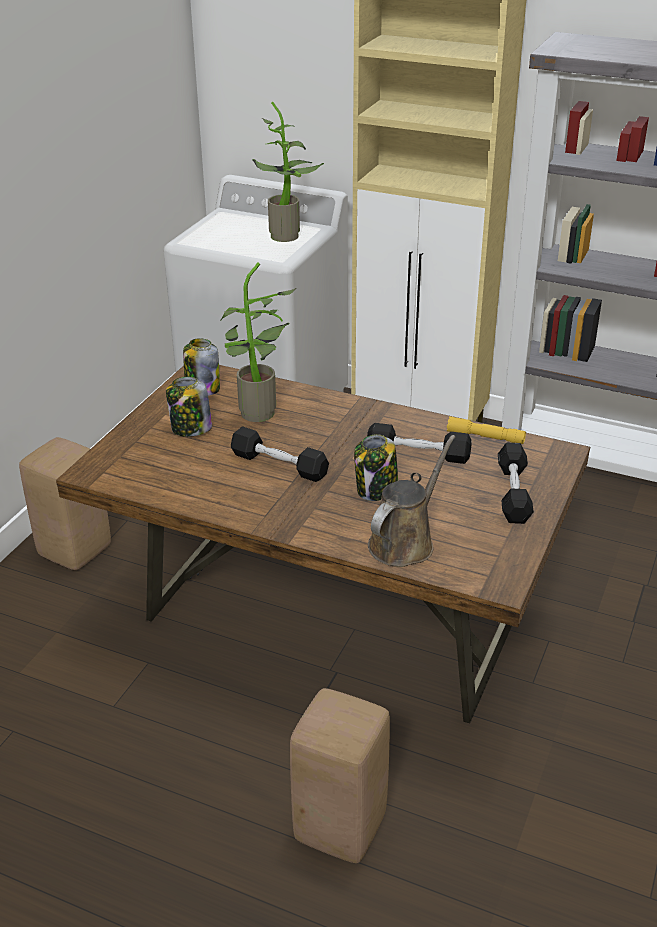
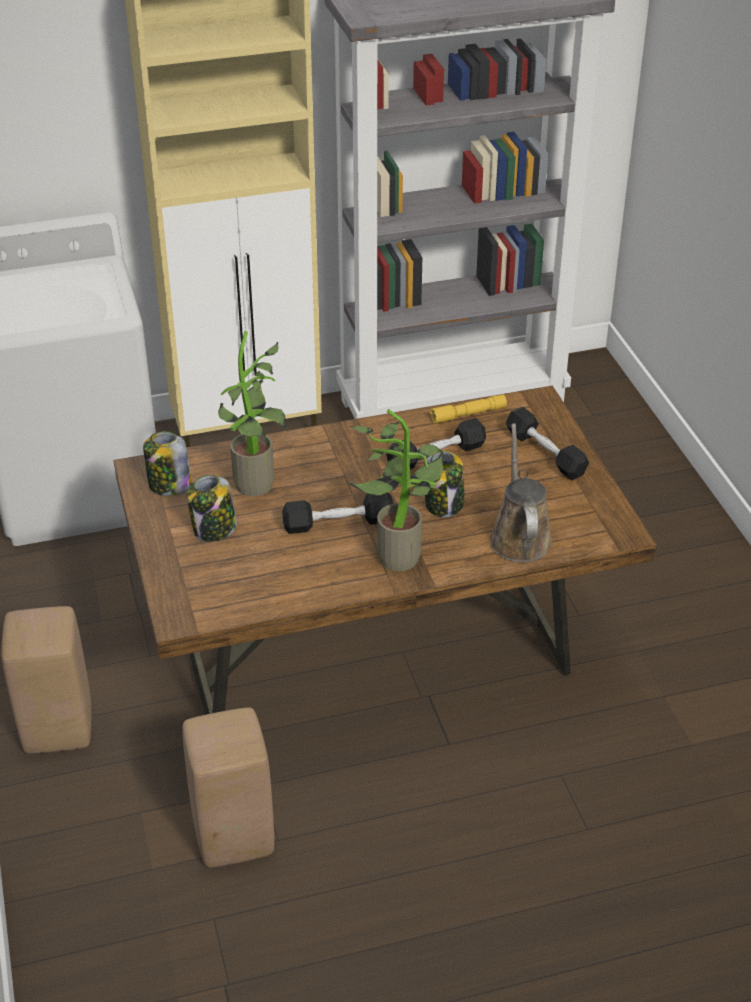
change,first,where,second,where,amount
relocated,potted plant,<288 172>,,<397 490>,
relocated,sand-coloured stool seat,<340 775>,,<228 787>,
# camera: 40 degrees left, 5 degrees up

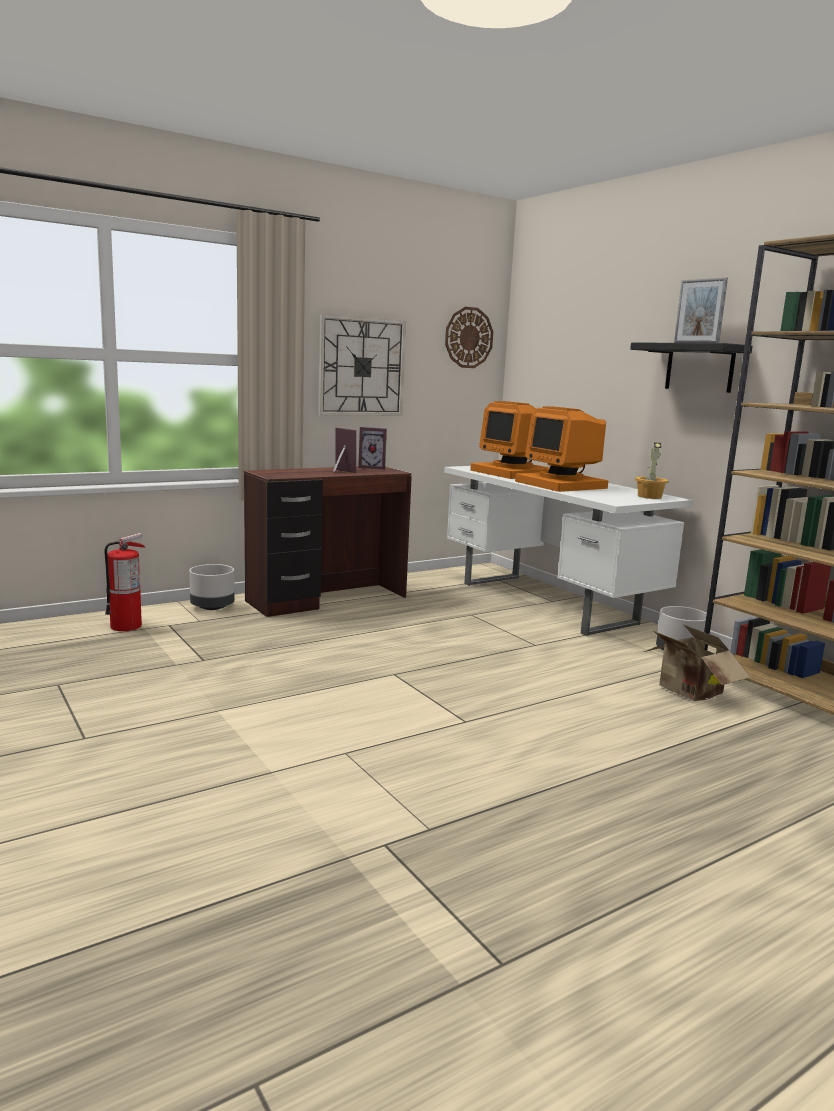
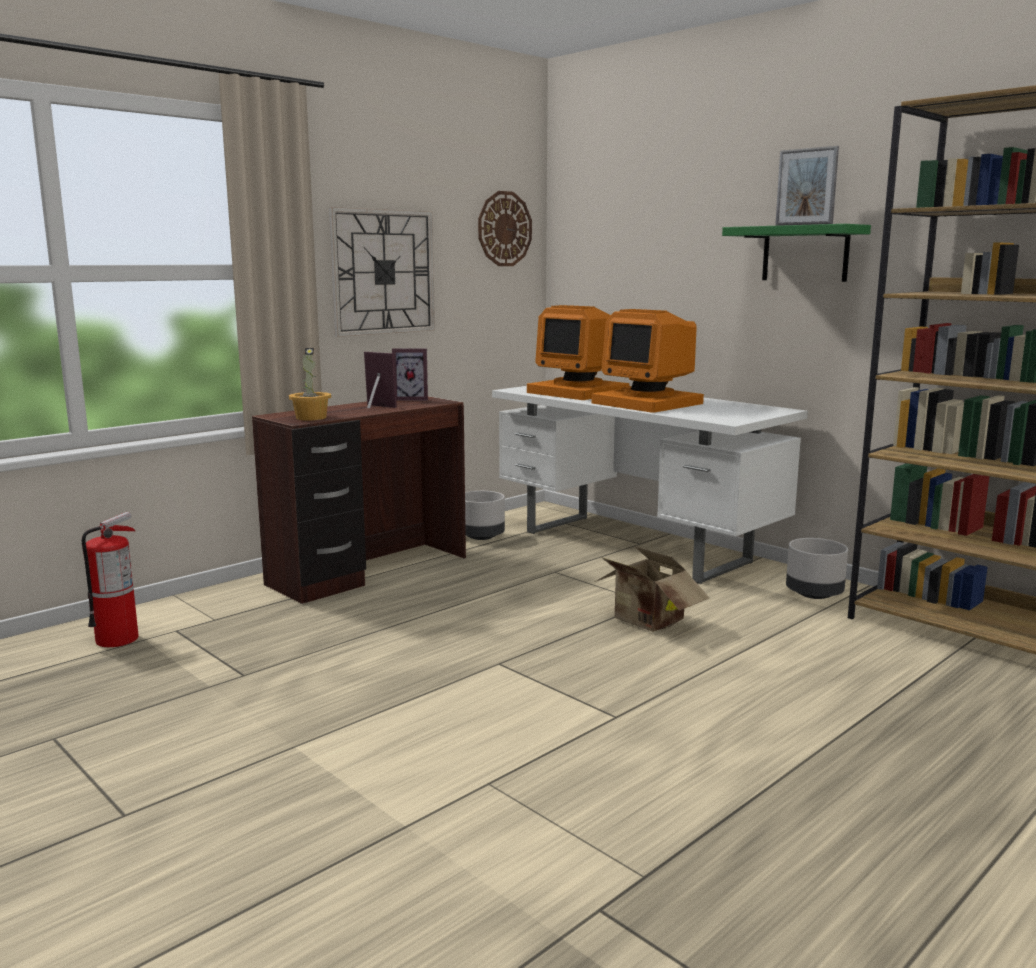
change,first,where,second,where,amount
colour,black shelf,<691 367>,green-coloured shelf,<796 253>,
relocated,potted plant,<652 470>,,<310 384>,
relocated,gray plant pot,<212 587>,,<485 515>,
relocated,carton,<697 662>,,<652 589>,
# camera: 10 degrees left, 0 degrees up

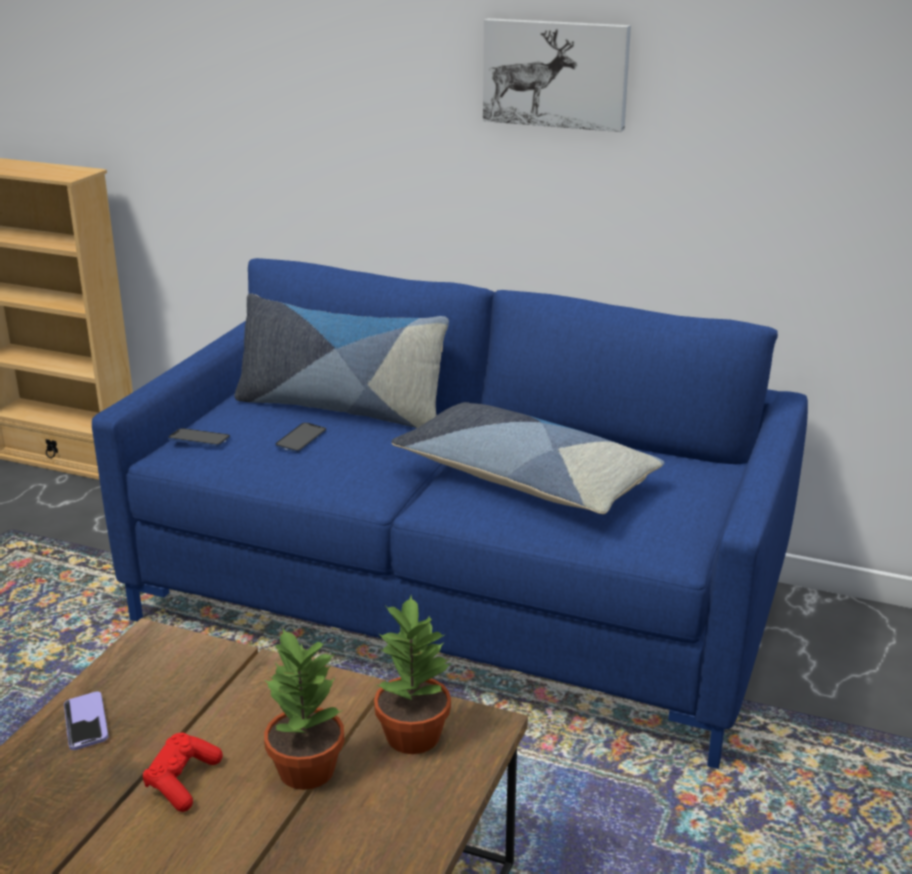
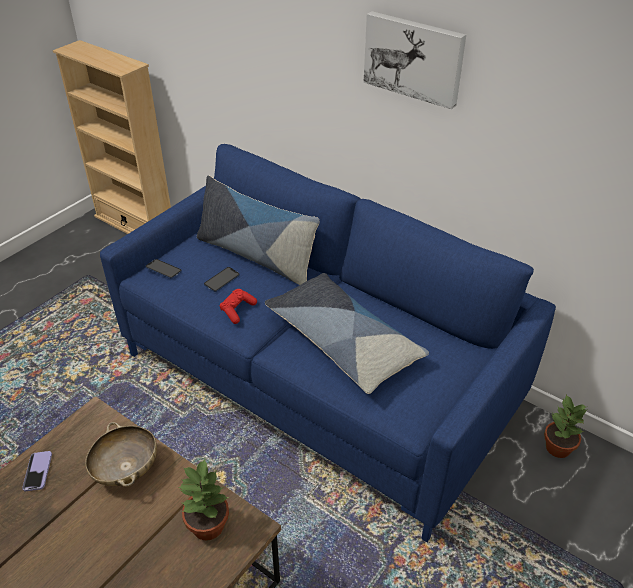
change,first,where,second,where,amount
relocated,potted plant,<304 708>,,<566 426>,
relocated,reddish gamepad,<183 772>,,<238 306>,
appeared,,,sand-coloured deep dish,<121 454>,
# camera: 15 degrees right, 15 degrees up

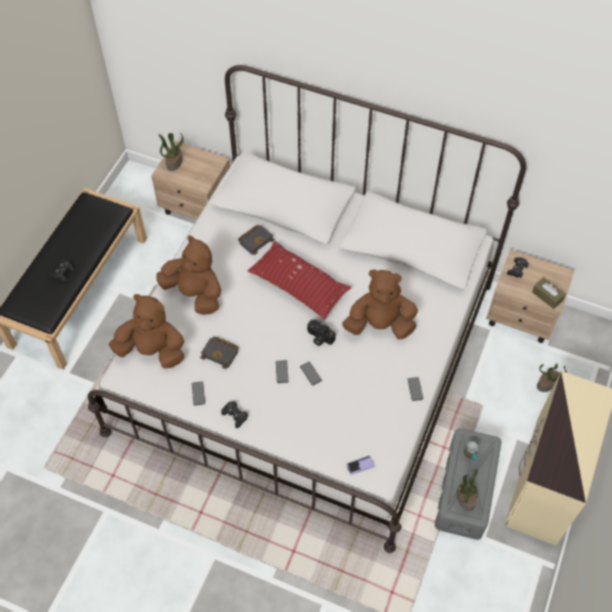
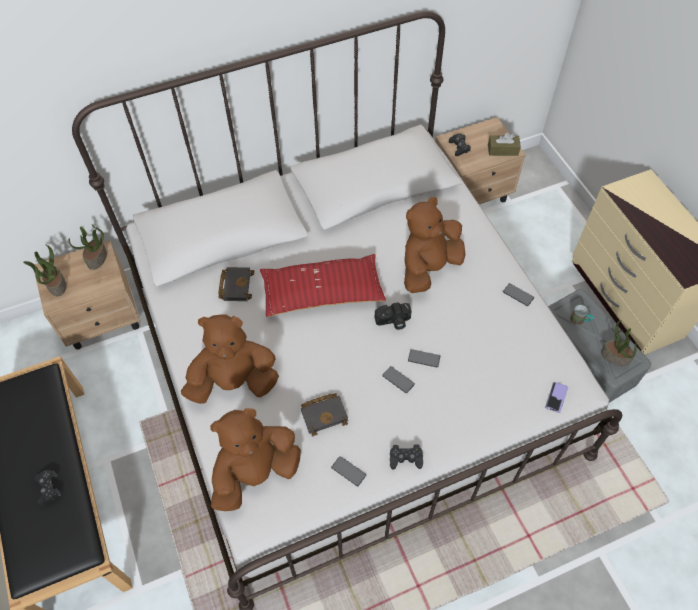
change,first,where,second,where,amount
relocated,potted plant,<552 377>,,<88 247>,
# camera: 45 degrees left, 0 degrees up

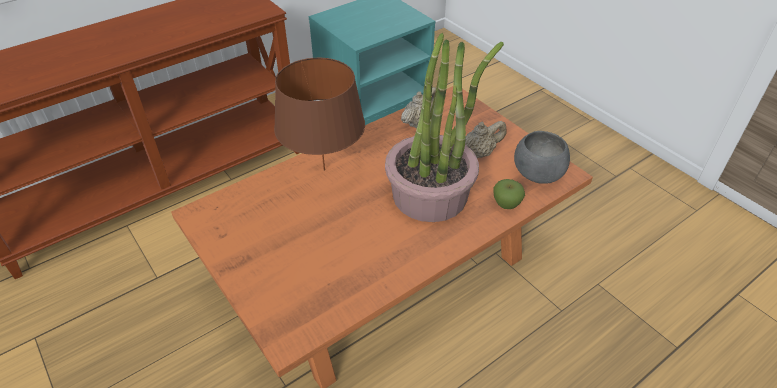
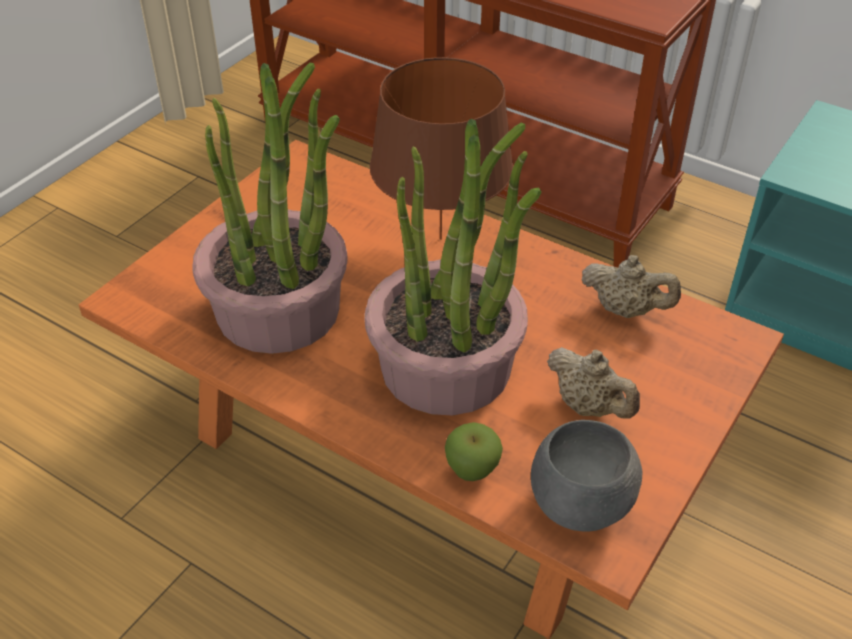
change,first,where,second,where,amount
appeared,,,potted plant,<270 208>,
# camera: 70 degrees right, 0 degrees up

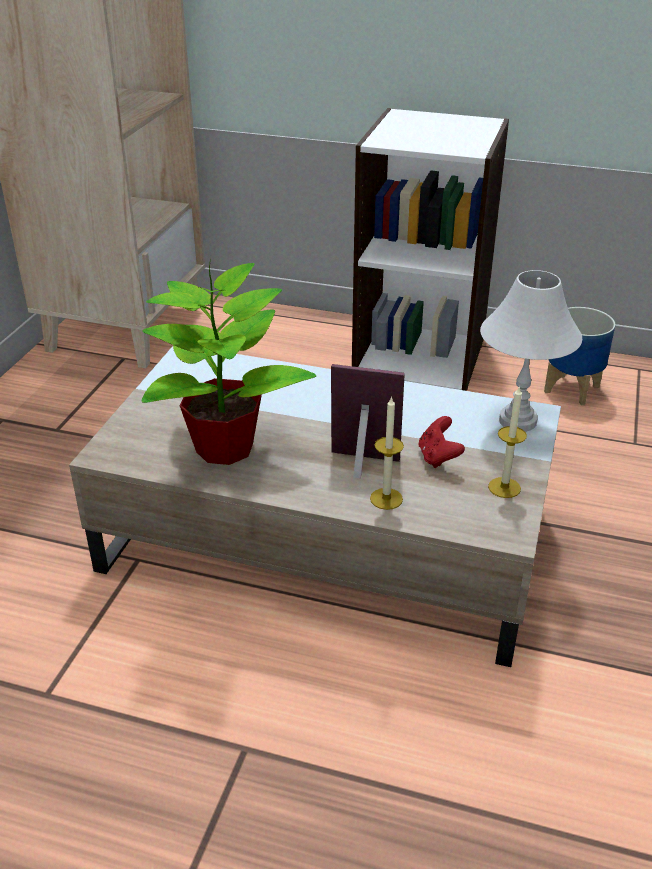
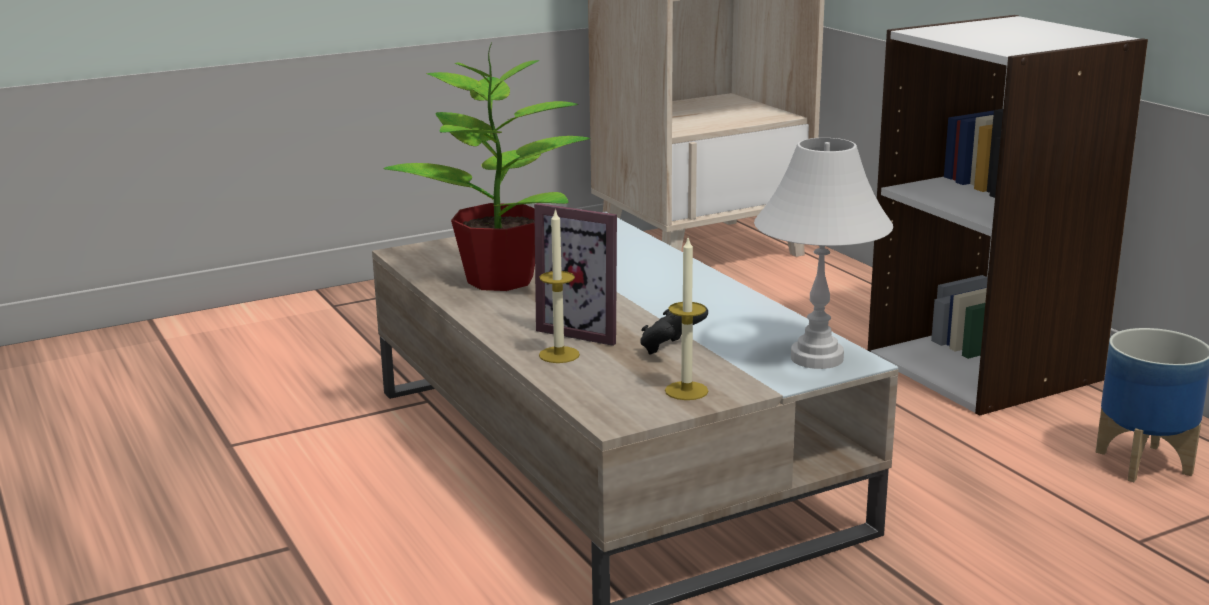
change,first,where,second,where,amount
spun,standing frame,<368 421>,,<575 274>,150 degrees clockwise
colour,reddish gamepad,<442 442>,black gamepad,<674 331>,
# camera: 45 degrees right, 15 degrees down

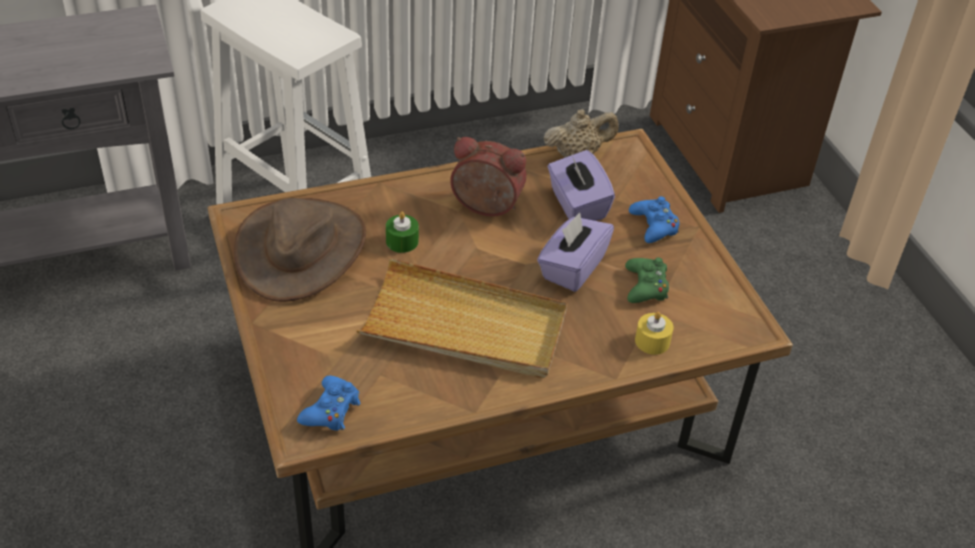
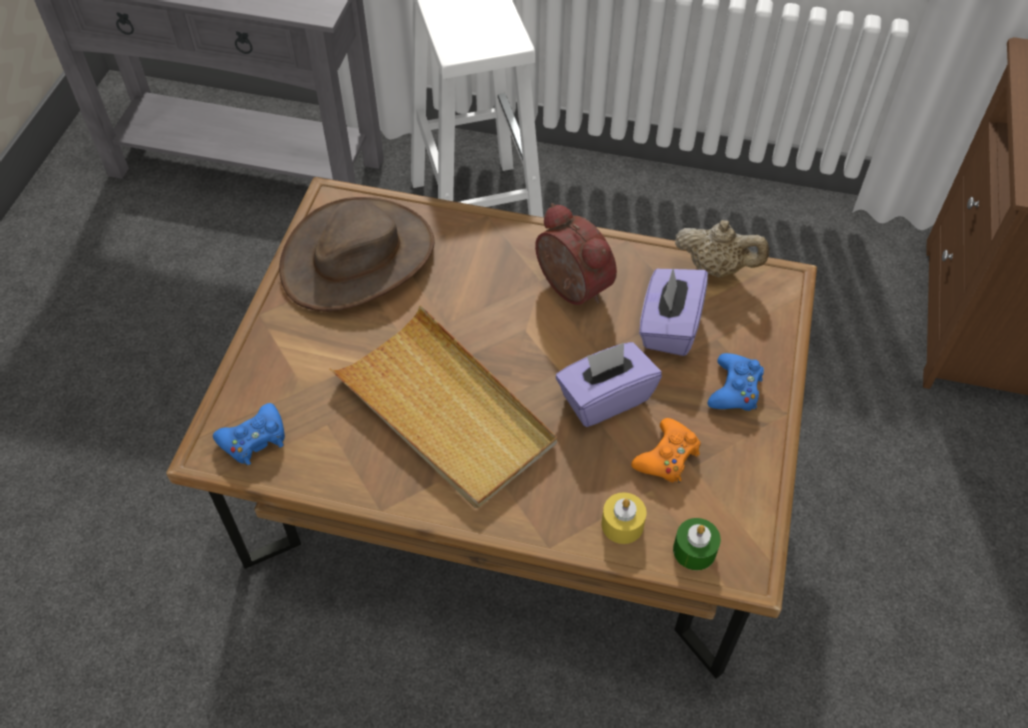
change,first,where,second,where,amount
relocated,green-coloured wax light,<402 232>,,<697 544>,
colour,green-coloured gamepad,<647 280>,orange gamepad,<666 450>,
# camera: 35 degrees right, 10 degrees up

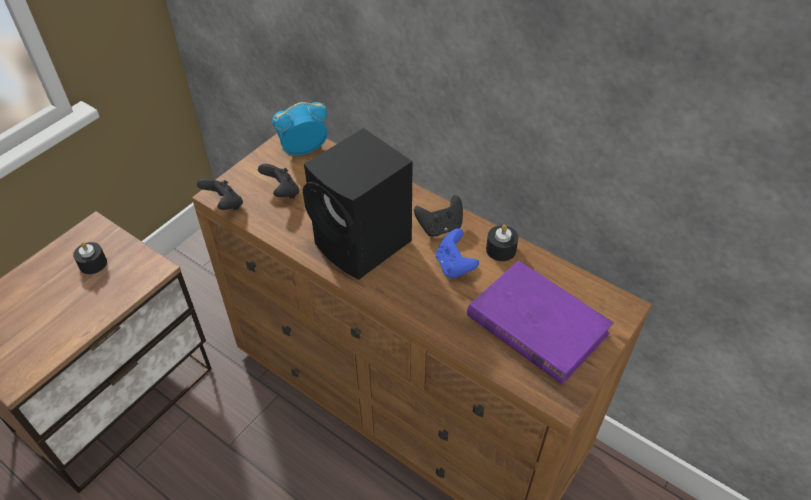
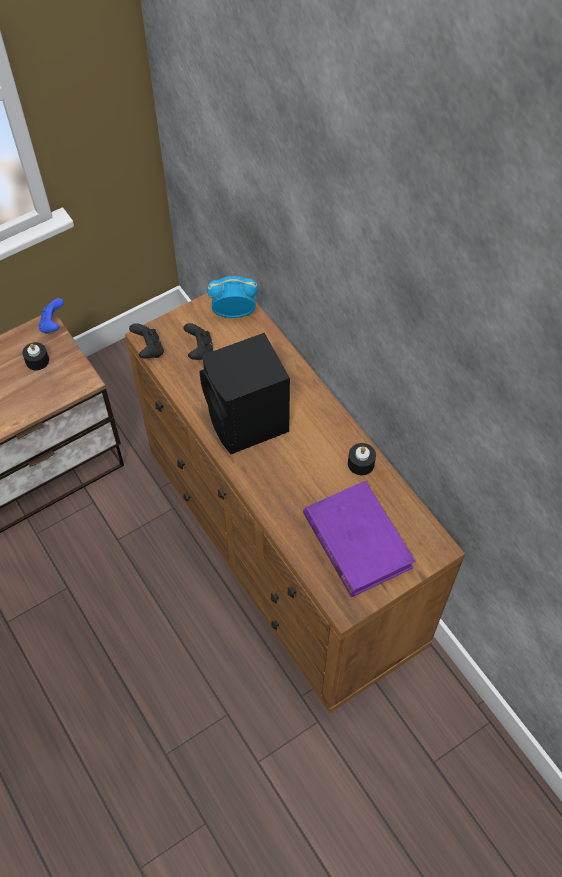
change,first,where,second,where,amount
missing,black gamepad,<438 216>,,,
relocated,bluish gamepad,<457 253>,,<51 316>,
# camera: 20 degrees right, 10 degrees up

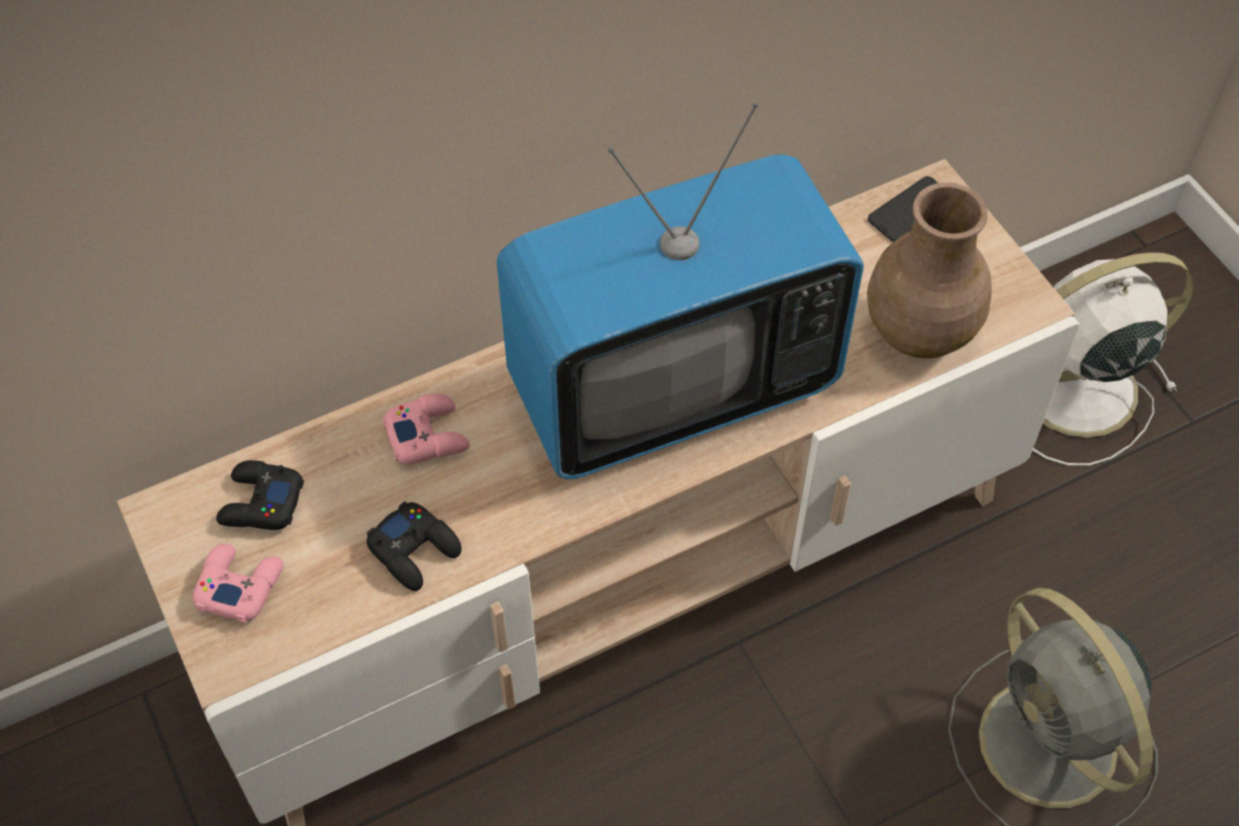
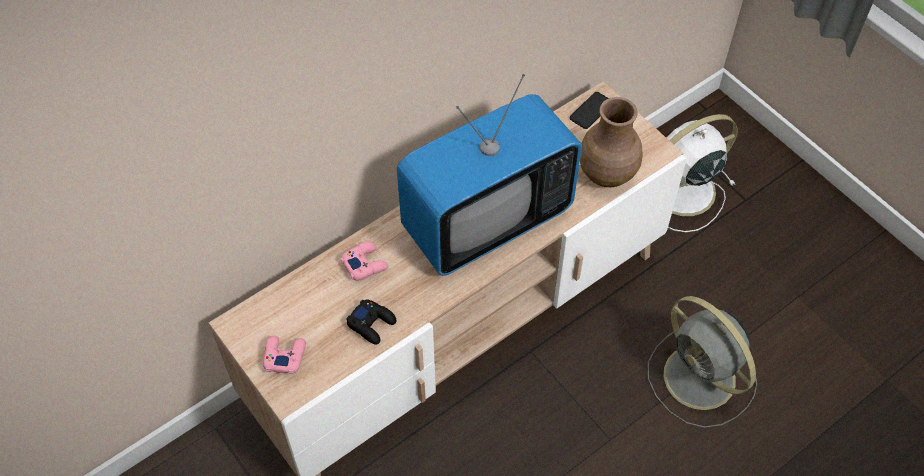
change,first,where,second,where,amount
missing,black gamepad,<260 495>,,,
# camera: 10 degrees left, 0 degrees up

